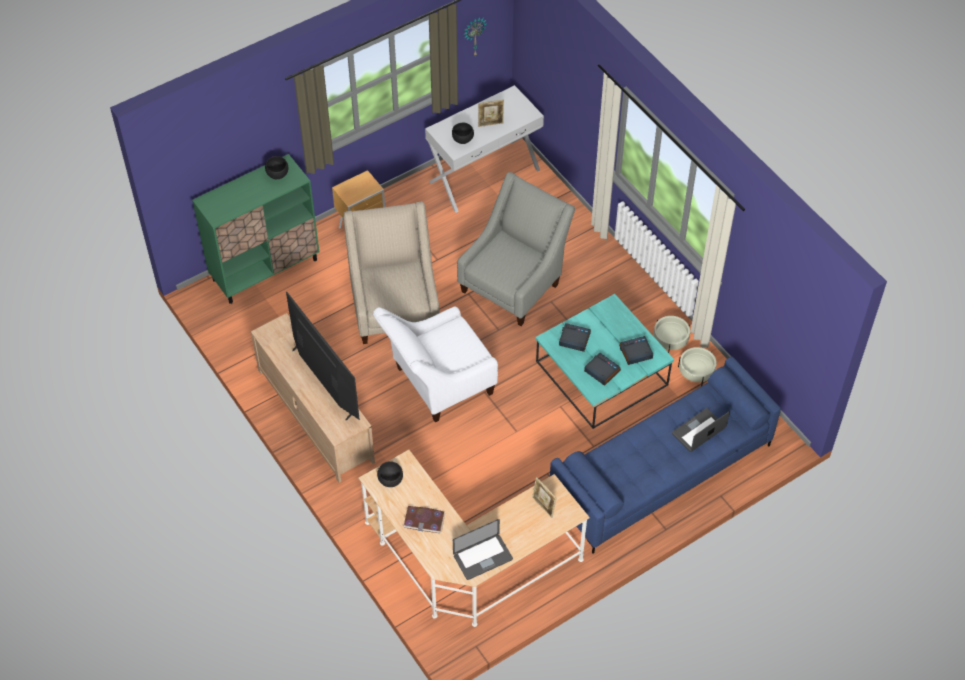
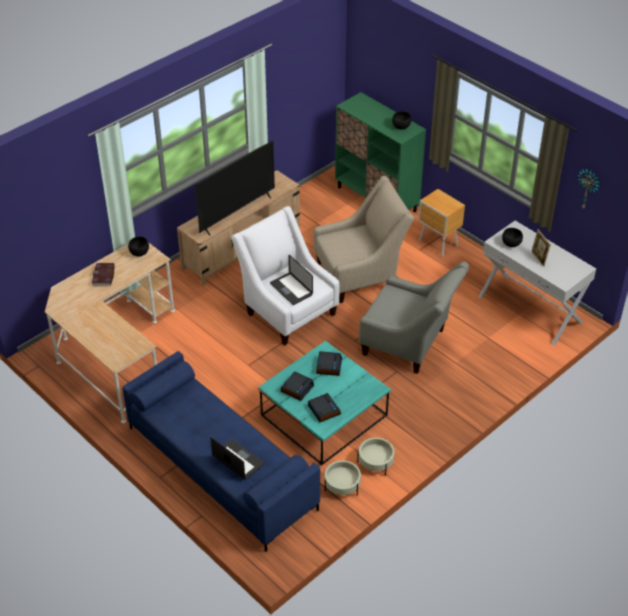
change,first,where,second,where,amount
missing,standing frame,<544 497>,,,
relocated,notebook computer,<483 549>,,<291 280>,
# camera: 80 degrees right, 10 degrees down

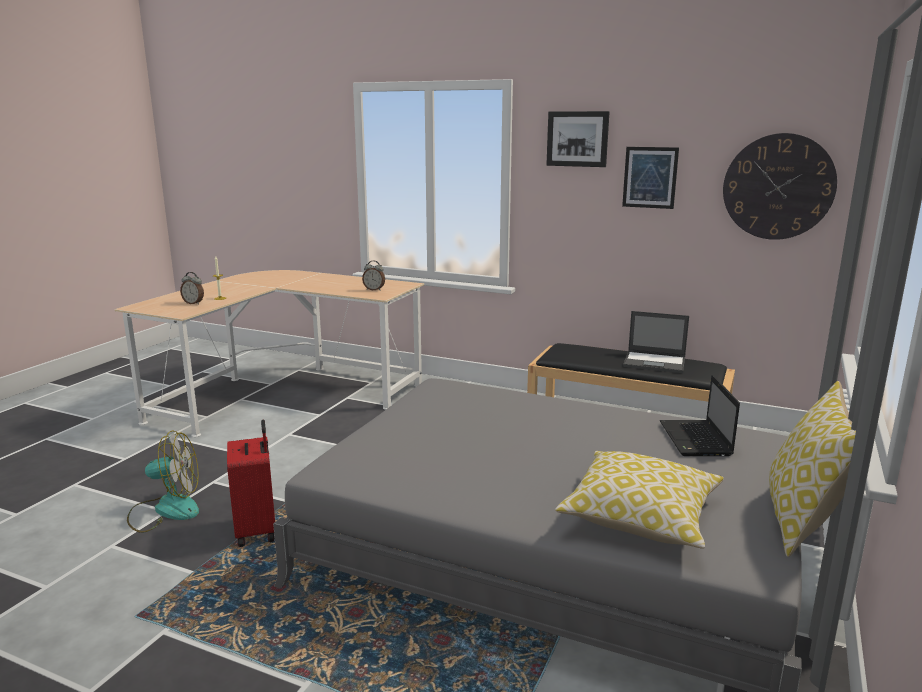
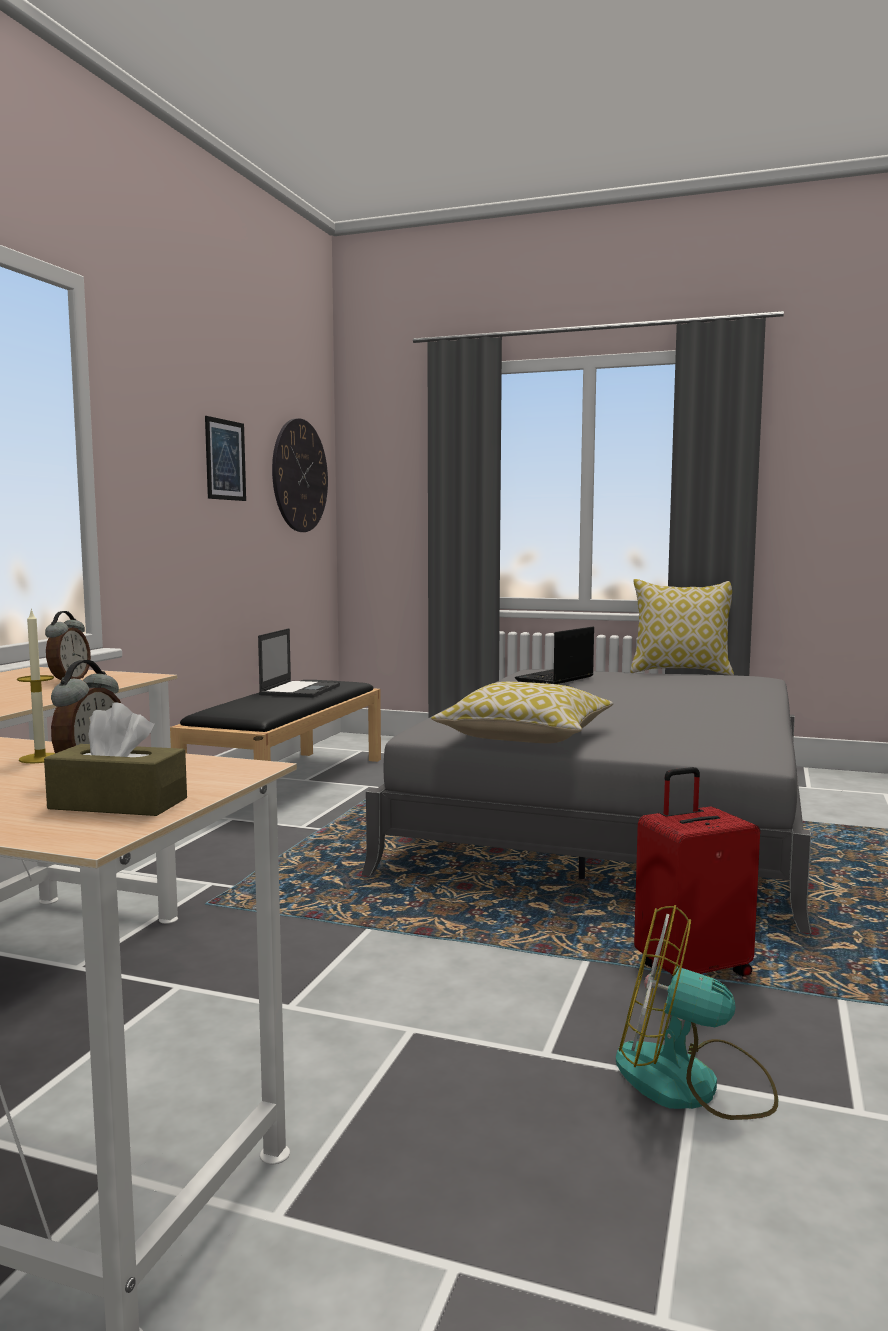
change,first,where,second,where,amount
missing,wall picture,<578 139>,,,
spun,notebook computer,<700 415>,,<554 655>,135 degrees clockwise
spun,cooling fan,<163 481>,,<697 1012>,60 degrees counterclockwise
relocated,throw pillow,<639 500>,,<522 712>,
appeared,,,brownish tissue box,<115 759>,
# camera: 95 degrees left, 10 degrees down

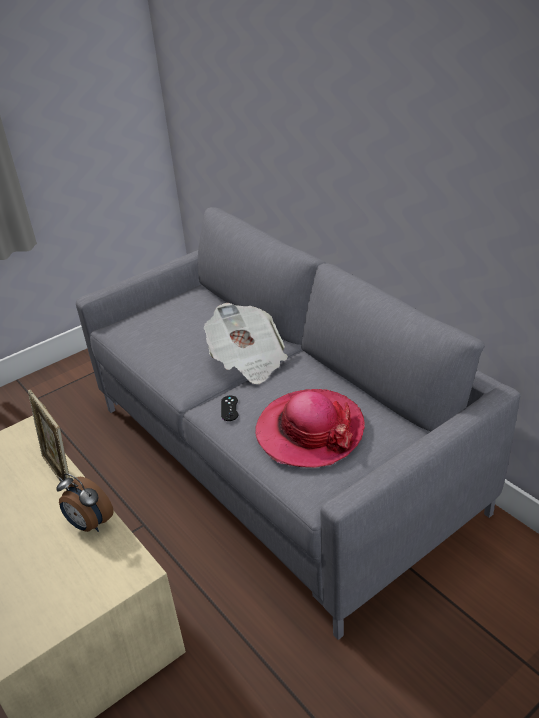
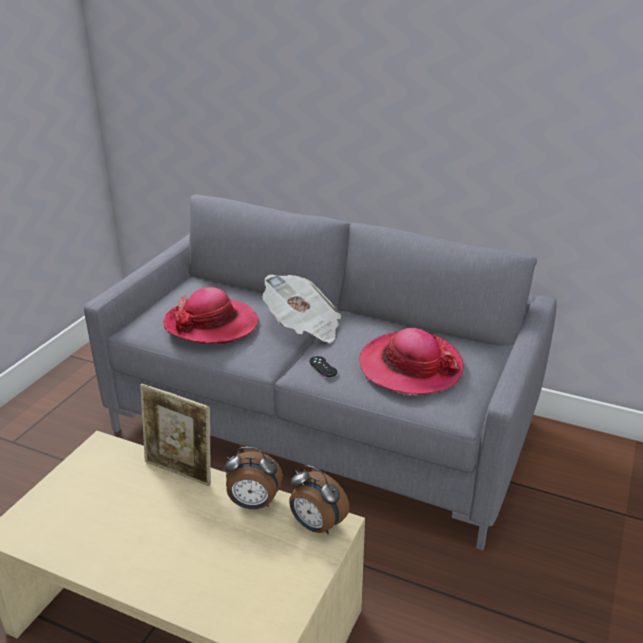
change,first,where,second,where,amount
appeared,,,hat,<210 315>,
appeared,,,alarm clock,<319 499>,
# camera: 30 degrees left, 5 degrees down

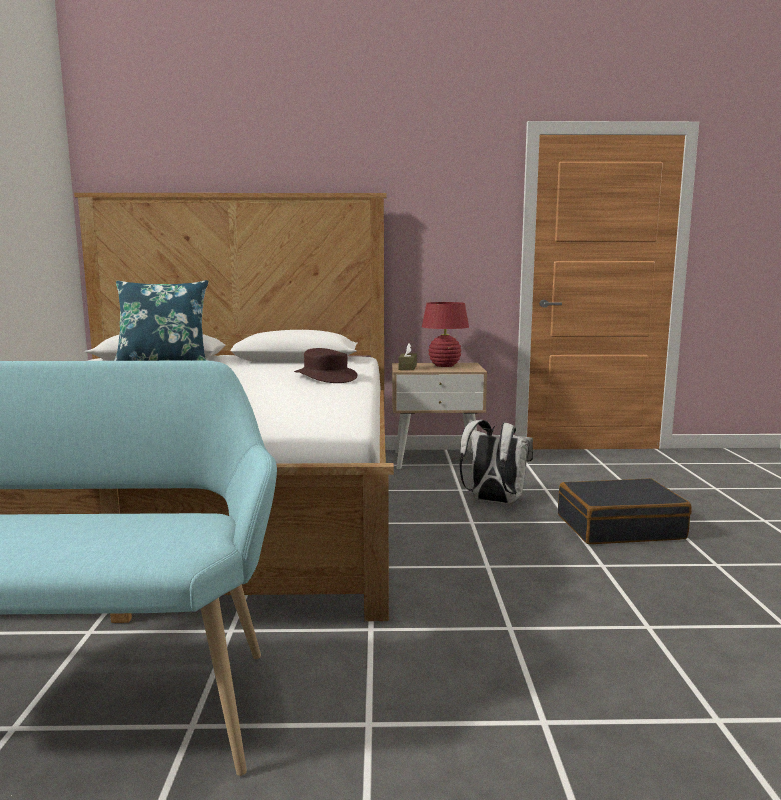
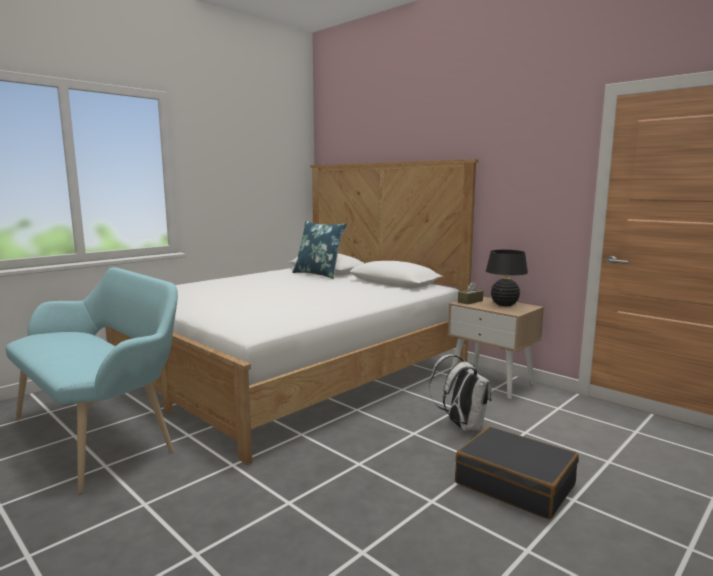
change,first,where,second,where,amount
colour,reddish tabletop lamp,<445 334>,black tabletop lamp,<507 278>,
missing,brownish hat,<325 365>,,,
# camera: 45 degrees right, 0 degrees up

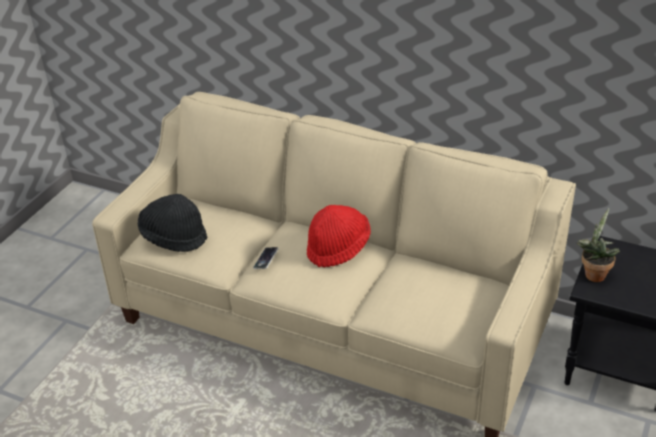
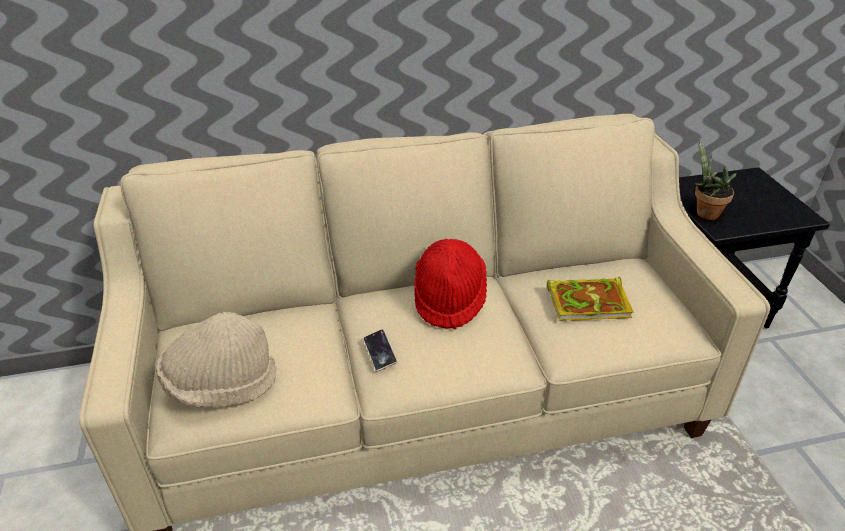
change,first,where,second,where,amount
colour,black hat,<172 223>,sand-coloured hat,<215 360>,
appeared,,,bound book,<590 299>,
# camera: 40 degrees left, 0 degrees up

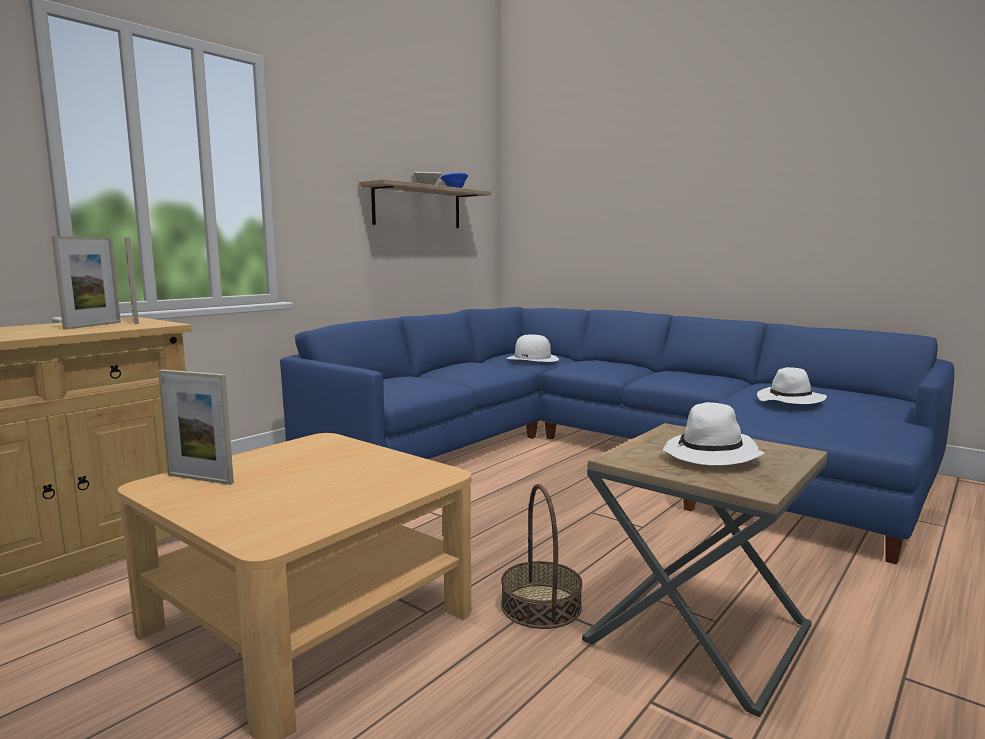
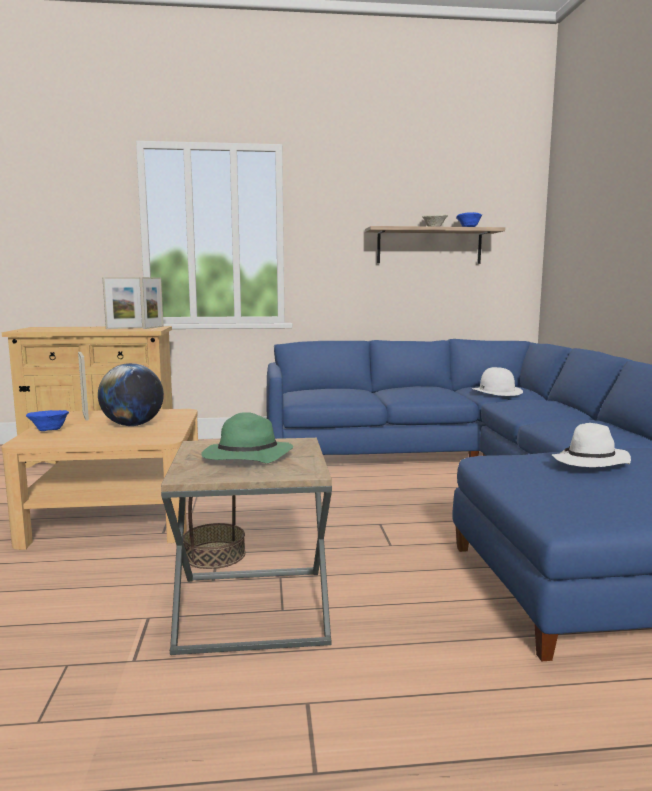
change,first,where,second,where,amount
colour,white-coloured hat,<713 434>,green-coloured hat,<247 437>,
appeared,,,globe,<131 394>,
appeared,,,bluish deep dish,<47 420>,
# camera: 45 degrees right, 0 degrees up

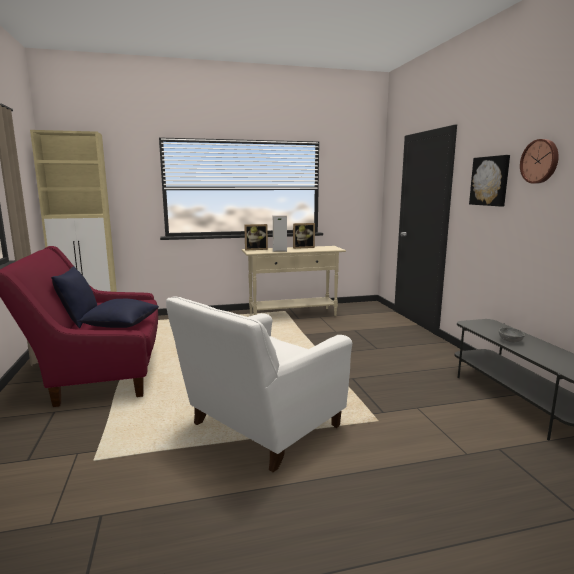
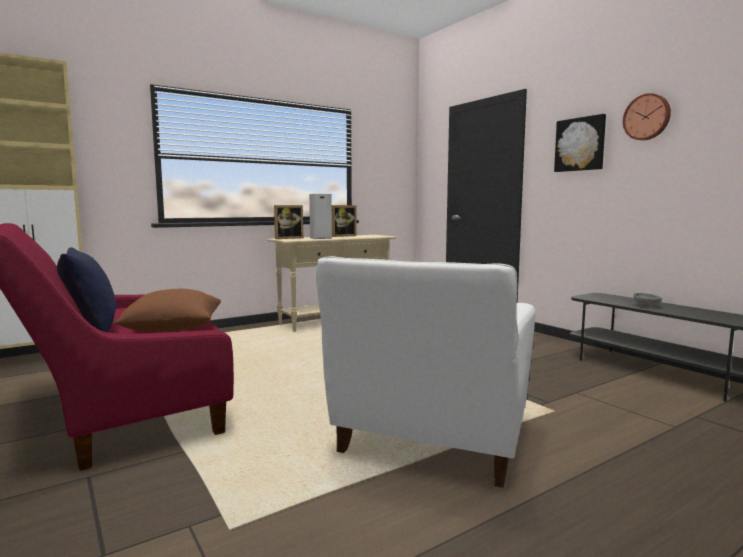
change,first,where,second,where,amount
colour,bluish throw pillow,<118 313>,brownish throw pillow,<167 310>,
# camera: 20 degrees left, 5 degrees down

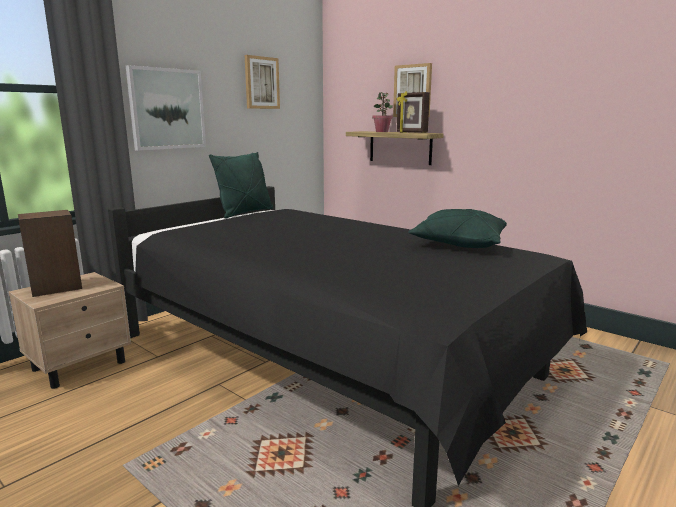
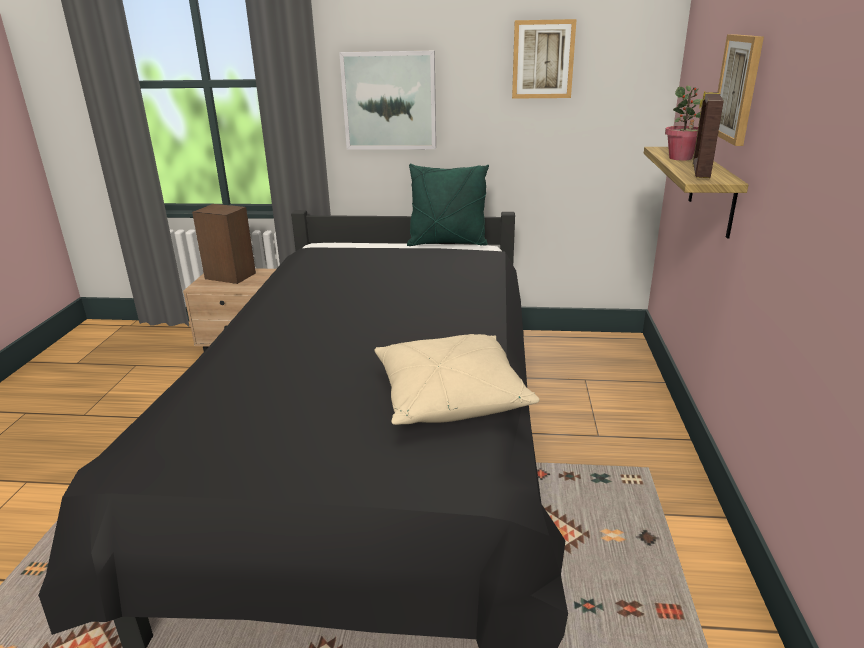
change,first,where,second,where,amount
colour,green-coloured throw pillow,<457 228>,sand-coloured throw pillow,<456 379>,
# camera: 55 degrees right, 10 degrees up

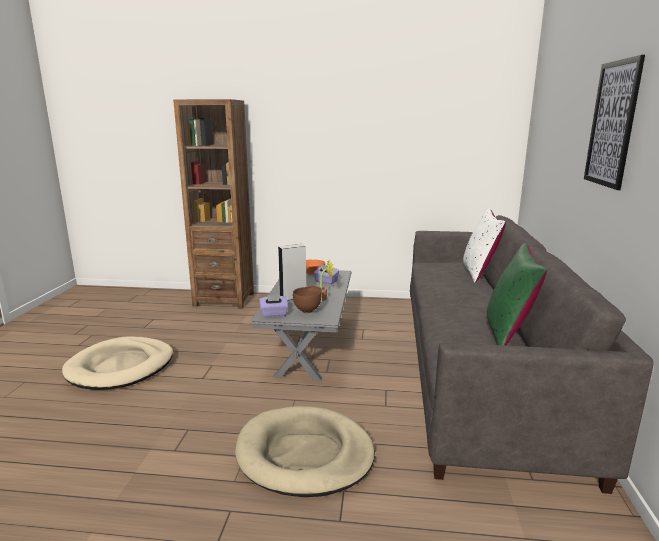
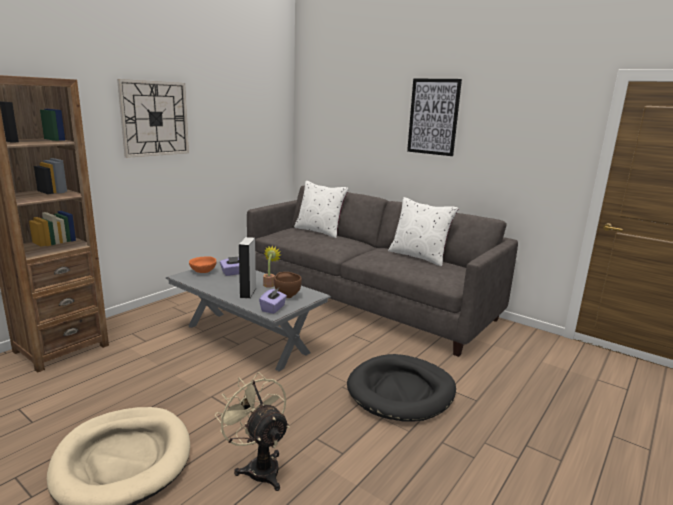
change,first,where,second,where,amount
colour,green-coloured throw pillow,<517 294>,white-coloured throw pillow,<423 231>,
colour,sand-coloured pet bed,<305 451>,black pet bed,<401 388>,
appeared,,,clock on the wall,<153 118>,
appeared,,,sand-coloured cooling fan,<252 431>,
# camera: 60 degrees left, 0 degrees up

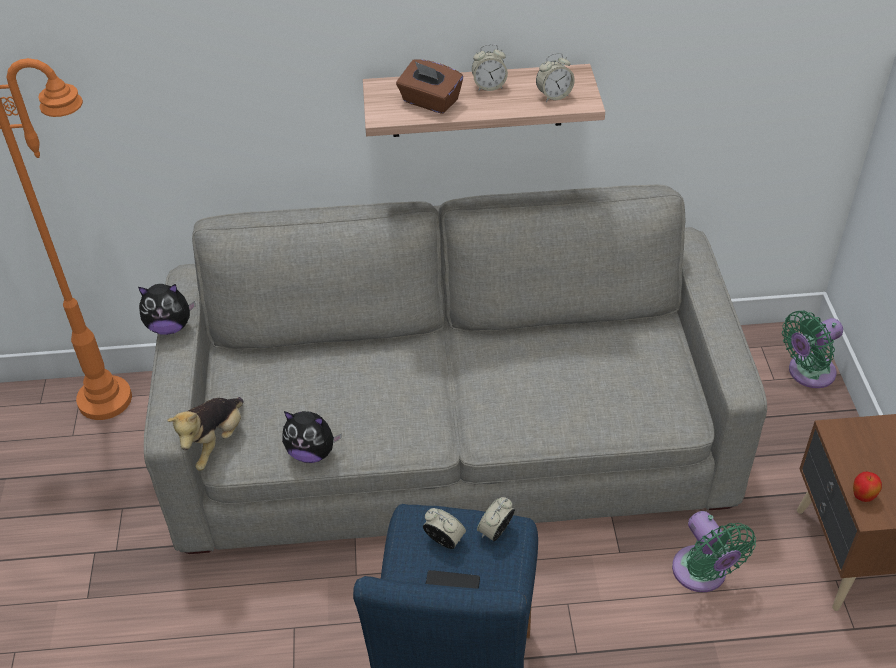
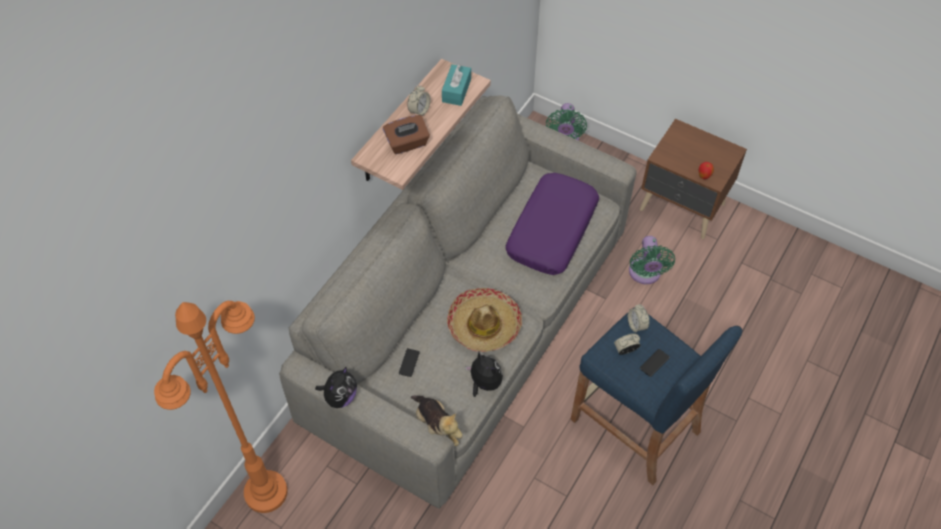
change,first,where,second,where,amount
exchanged,alarm clock,<555 77>,blue-green tissue box,<456 85>,
spun,cuddly toy,<312 437>,,<484 374>,90 degrees counterclockwise
spun,green-coloured cooling fan,<714 551>,,<652 260>,75 degrees clockwise
appeared,,,purplish throw pillow,<552 224>,
appeared,,,hat,<484 320>,
appeared,,,handset,<409 362>,
# camera: 55 degrees left, 10 degrees up

